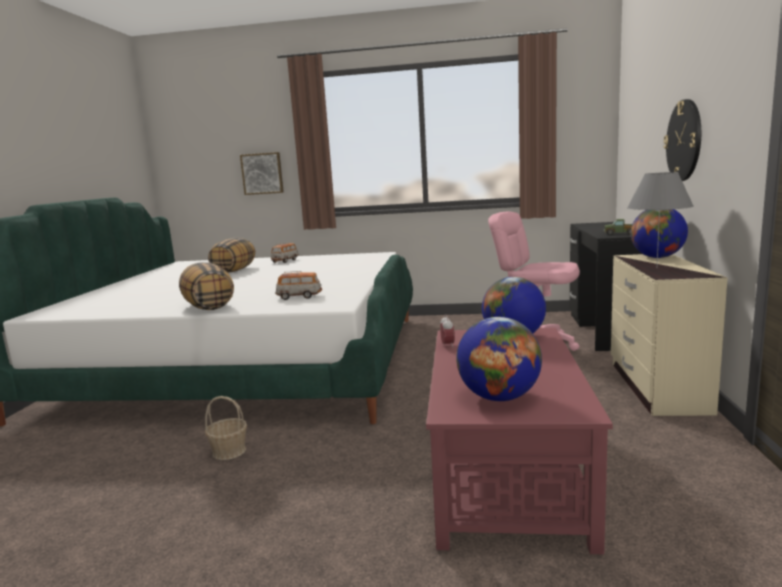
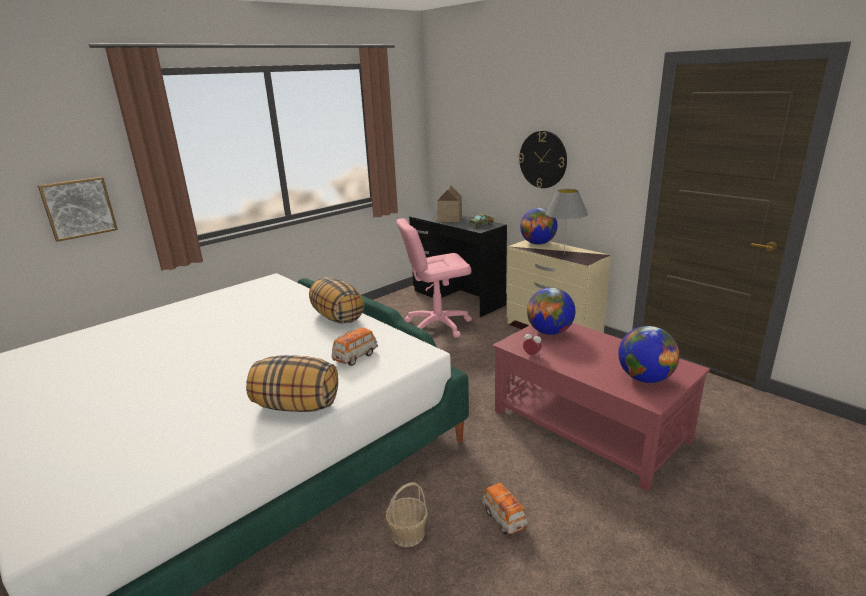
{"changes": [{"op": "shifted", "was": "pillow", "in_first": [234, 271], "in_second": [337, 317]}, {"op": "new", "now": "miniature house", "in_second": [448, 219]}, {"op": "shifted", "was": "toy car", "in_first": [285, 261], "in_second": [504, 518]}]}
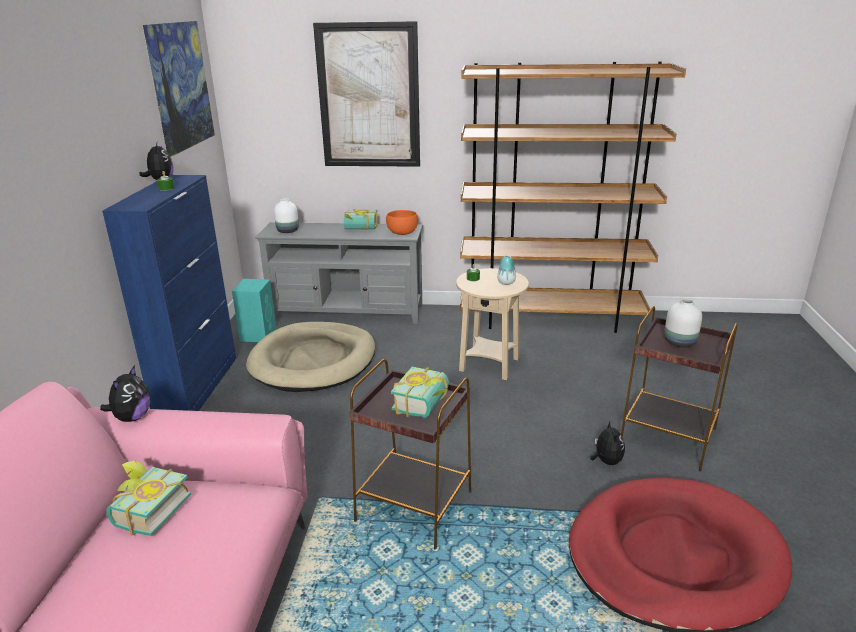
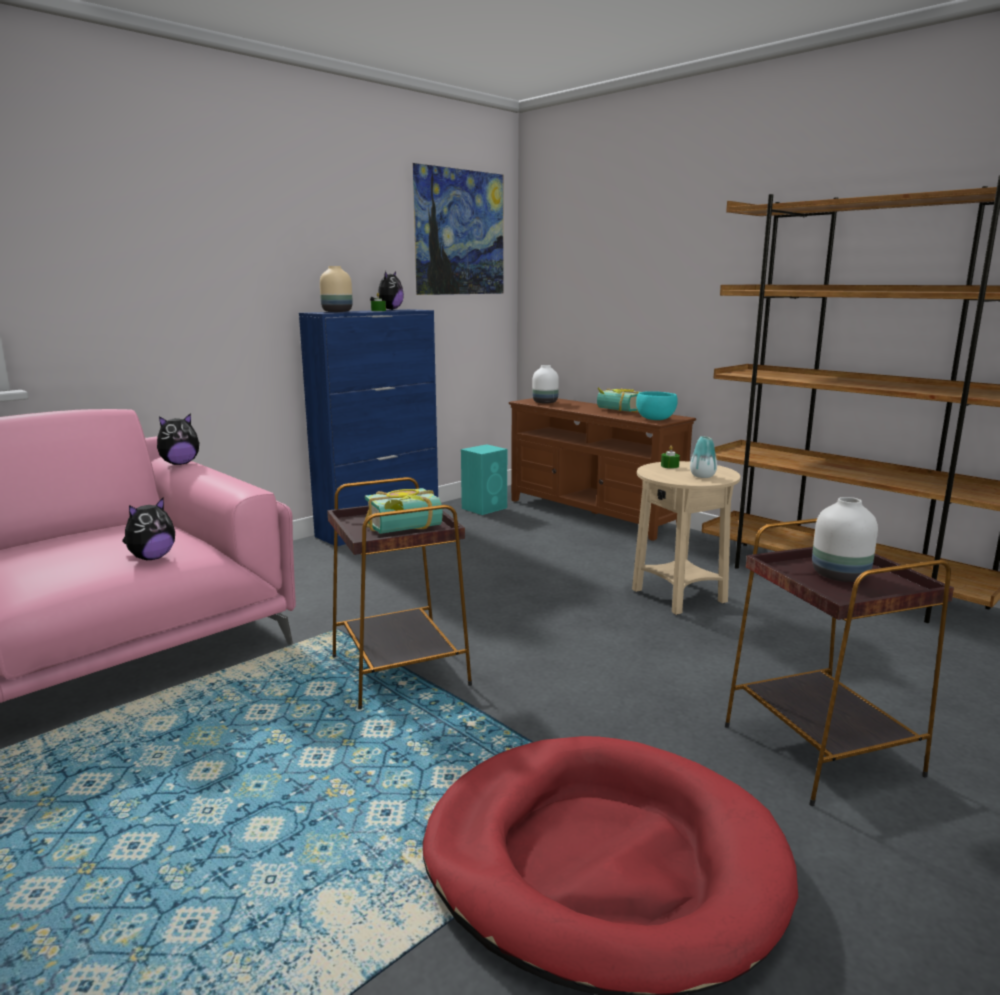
{"changes": [{"op": "shifted", "was": "soft toy", "in_first": [606, 461], "in_second": [151, 558]}, {"op": "new", "now": "sand-coloured vase", "in_second": [338, 312]}, {"op": "repainted", "was": "grey tv stand", "now": "brown-coloured tv stand", "in_first": [347, 312], "in_second": [593, 514]}, {"op": "repainted", "was": "orange-coloured deep dish", "now": "turquoise deep dish", "in_first": [402, 233], "in_second": [655, 419]}, {"op": "gone", "was": "book", "in_first": [147, 511]}, {"op": "gone", "was": "sand-coloured pet bed", "in_first": [313, 361]}, {"op": "gone", "was": "wall art", "in_first": [369, 97]}]}
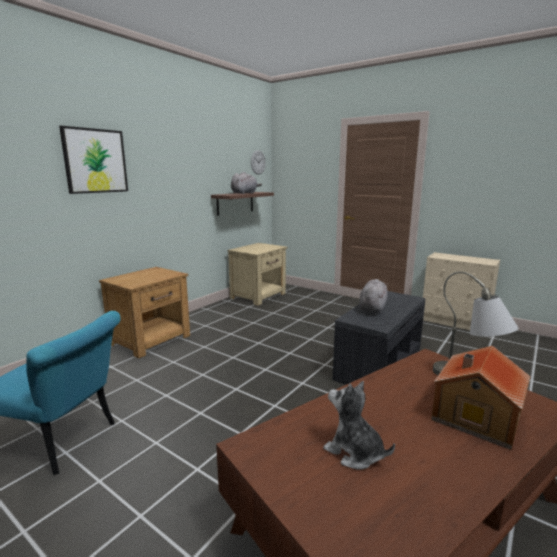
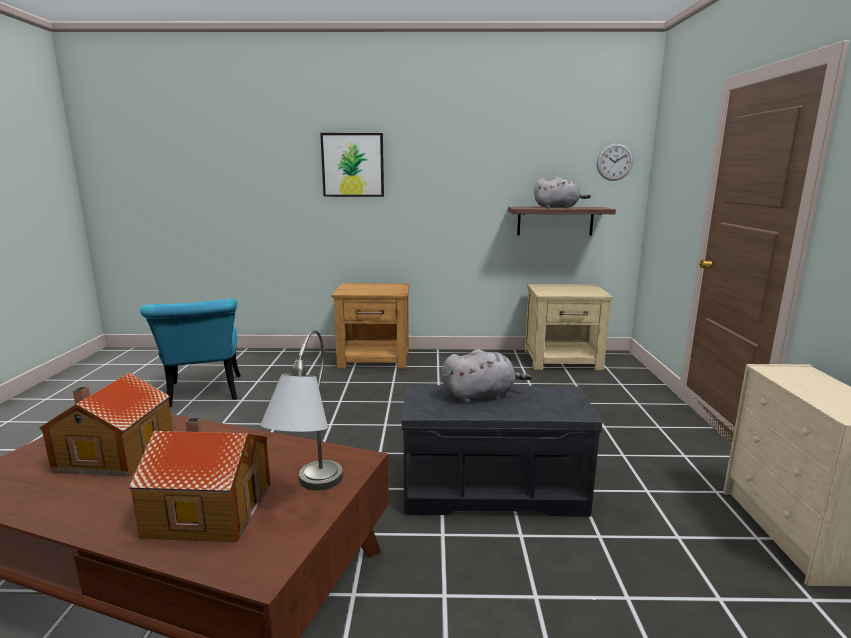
{"changes": [{"op": "swapped", "was": "soft toy", "now": "miniature house", "in_first": [354, 452], "in_second": [113, 454]}]}
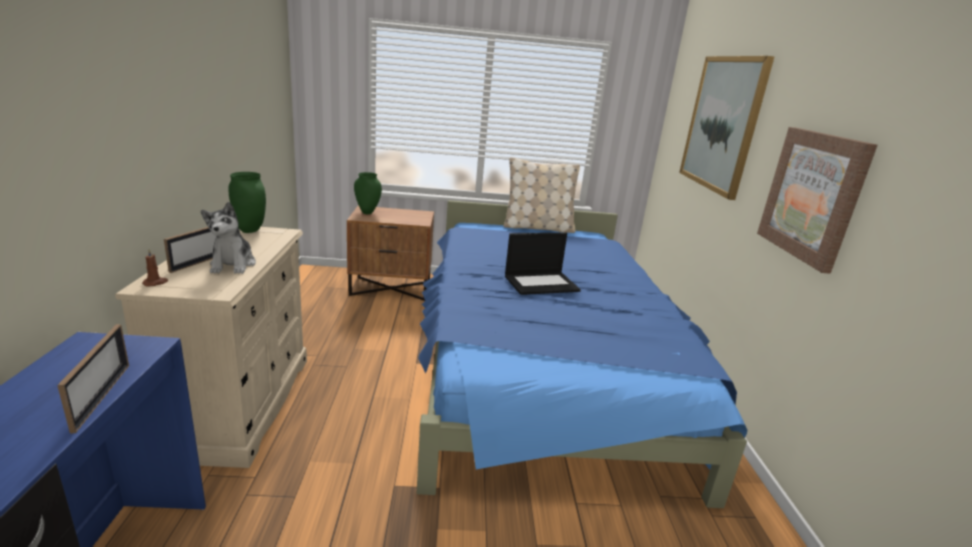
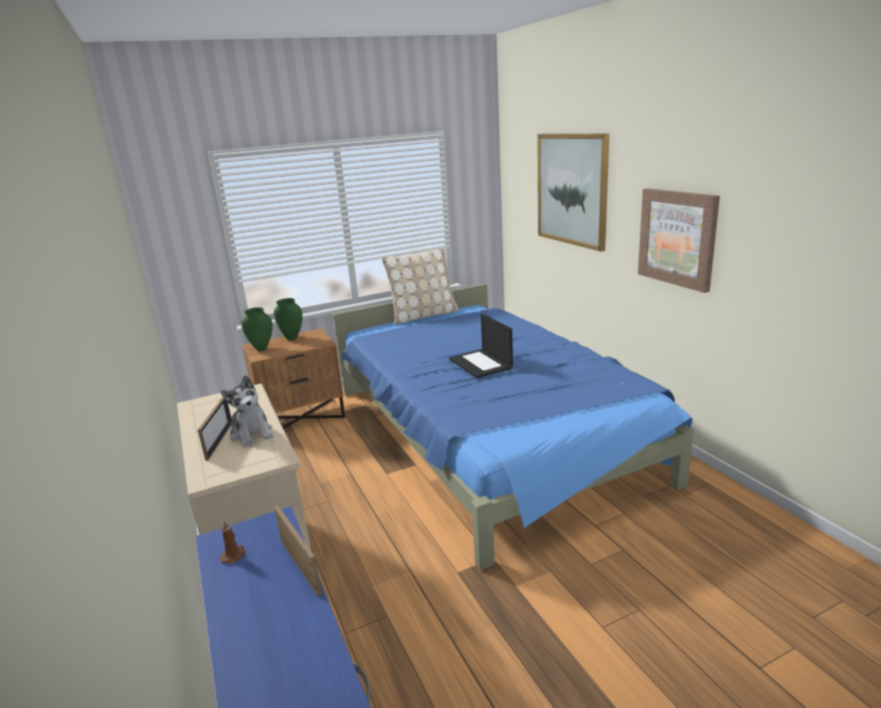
{"changes": [{"op": "shifted", "was": "brown-coloured wax light", "in_first": [155, 283], "in_second": [234, 555]}, {"op": "shifted", "was": "greenish vase", "in_first": [251, 230], "in_second": [292, 338]}, {"op": "rotated", "was": "laptop", "in_first": [541, 283], "in_second": [481, 363], "clockwise": 105}]}
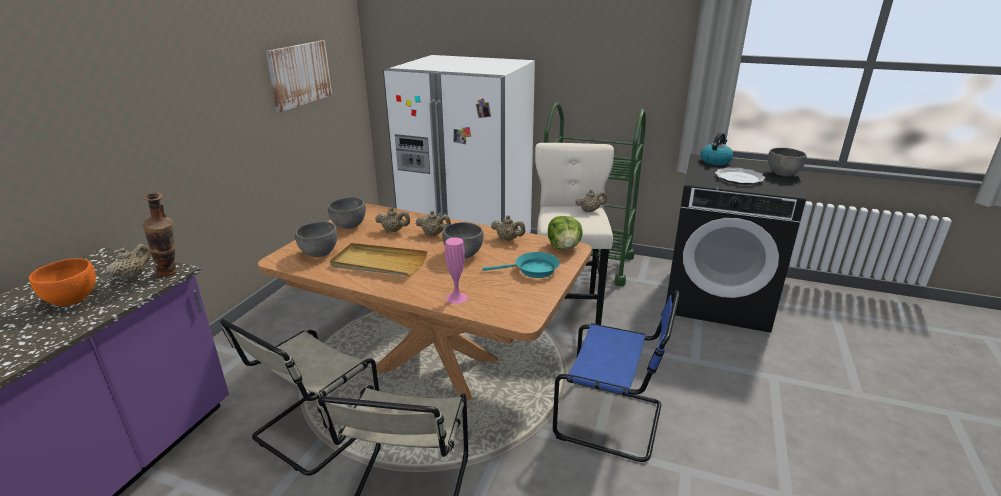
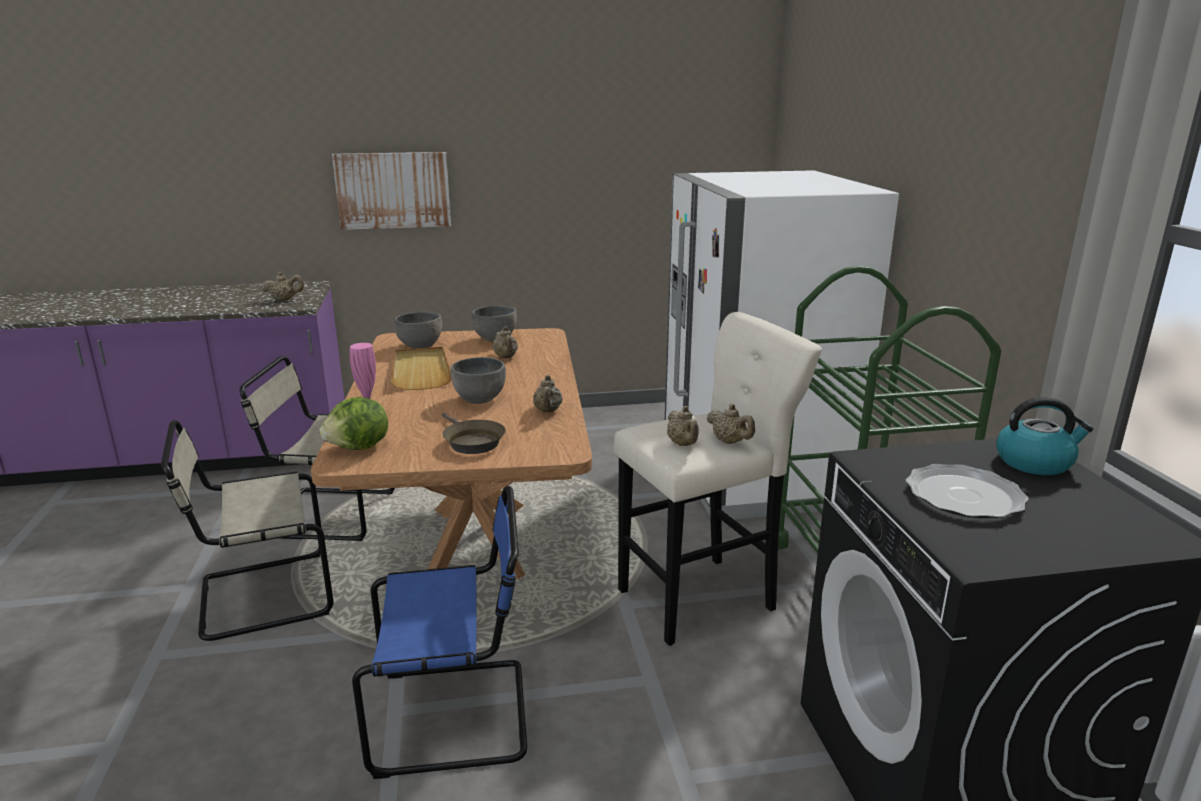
{"changes": [{"op": "shifted", "was": "head of lettuce", "in_first": [564, 247], "in_second": [359, 448]}, {"op": "shifted", "was": "wall art", "in_first": [299, 74], "in_second": [393, 190]}, {"op": "rotated", "was": "blue upright chair", "in_first": [613, 420], "in_second": [458, 715], "clockwise": -90}, {"op": "repainted", "was": "turquoise skillet", "now": "brown-coloured skillet", "in_first": [532, 270], "in_second": [471, 442]}, {"op": "shifted", "was": "sand-coloured pot for tea", "in_first": [434, 234], "in_second": [683, 444]}, {"op": "gone", "was": "orange-coloured deep dish", "in_first": [72, 300]}, {"op": "gone", "was": "vase", "in_first": [171, 274]}, {"op": "gone", "was": "grey deep dish", "in_first": [783, 174]}]}
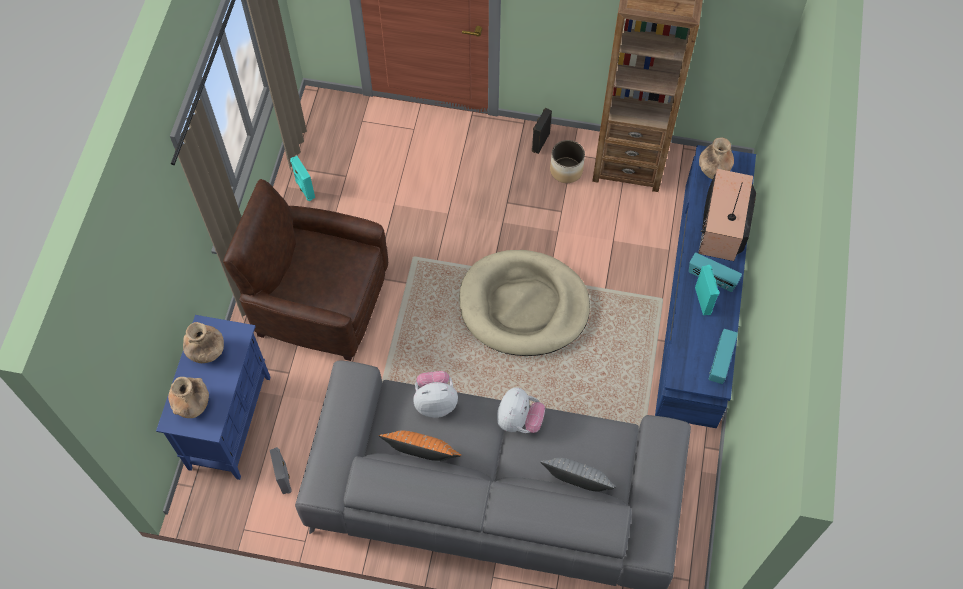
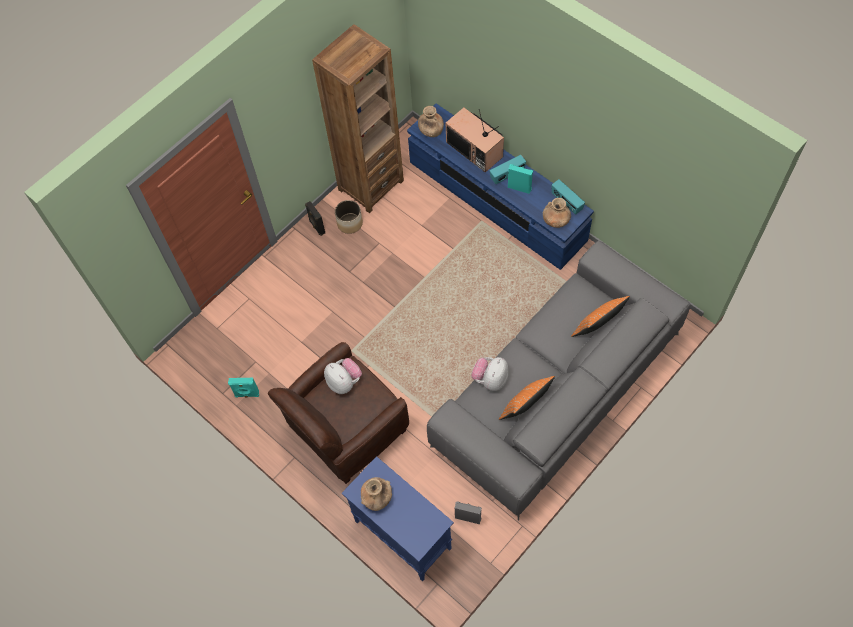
{"changes": [{"op": "shifted", "was": "soft toy", "in_first": [519, 420], "in_second": [344, 382]}, {"op": "shifted", "was": "brown-coloured vase", "in_first": [192, 404], "in_second": [556, 221]}, {"op": "repainted", "was": "grey pillow", "now": "orange-coloured pillow", "in_first": [576, 485], "in_second": [597, 327]}, {"op": "gone", "was": "sand-coloured pet bed", "in_first": [523, 306]}]}
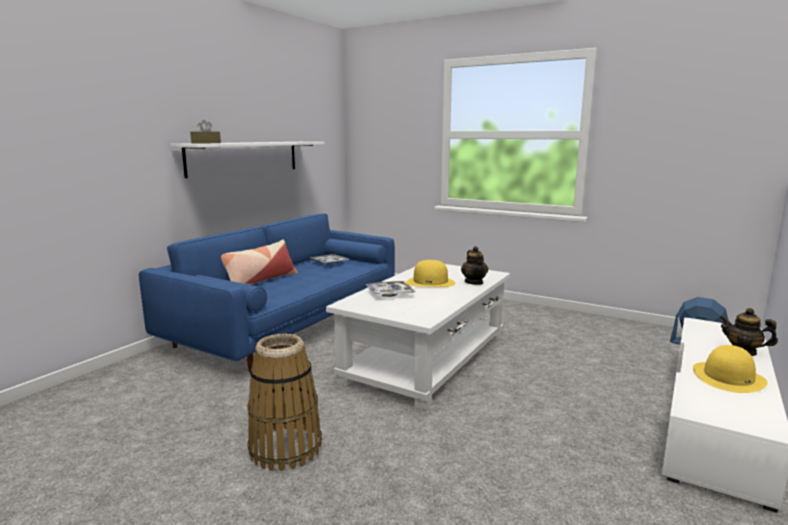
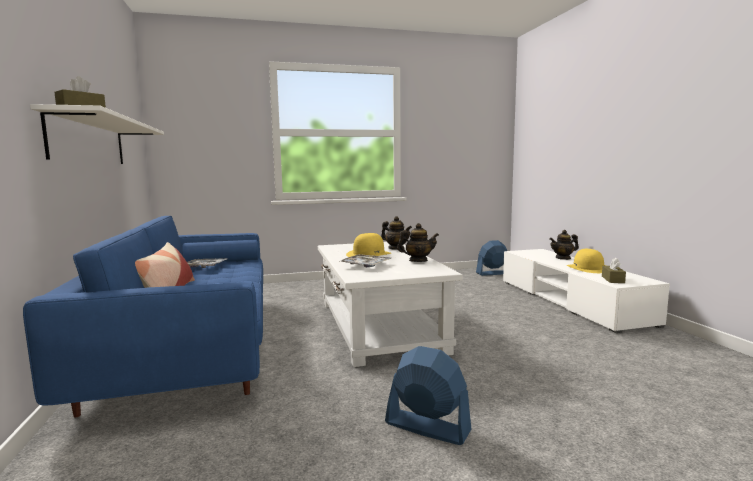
{"changes": [{"op": "swapped", "was": "household basket", "now": "blue electric fan", "in_first": [285, 448], "in_second": [427, 426]}, {"op": "new", "now": "pot for tea", "in_second": [418, 261]}, {"op": "new", "now": "brown-coloured tissue holder", "in_second": [613, 279]}]}
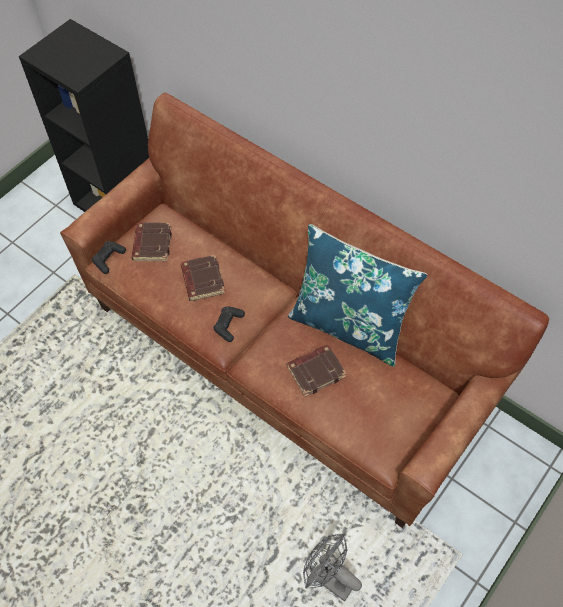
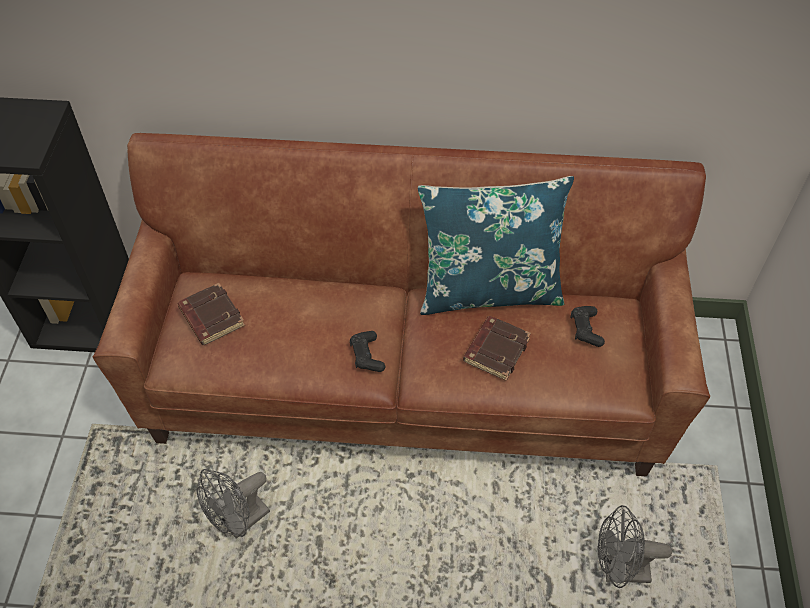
{"changes": [{"op": "new", "now": "grey electric fan", "in_second": [240, 522]}, {"op": "shifted", "was": "black game controller", "in_first": [109, 259], "in_second": [585, 329]}, {"op": "gone", "was": "brown-coloured book", "in_first": [202, 280]}]}
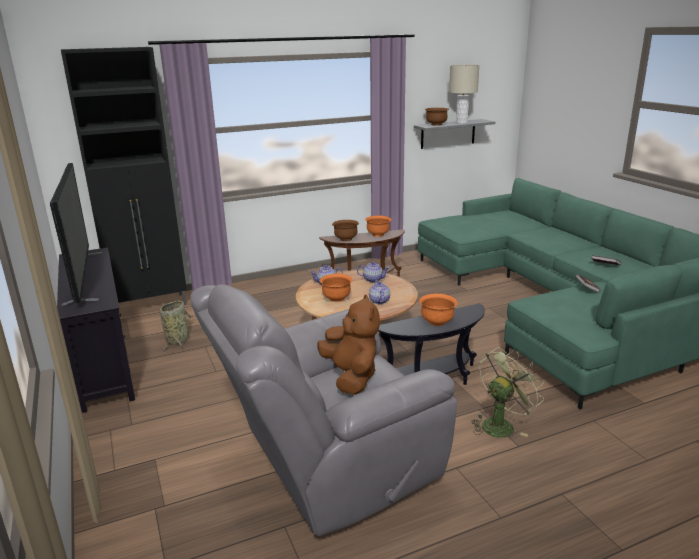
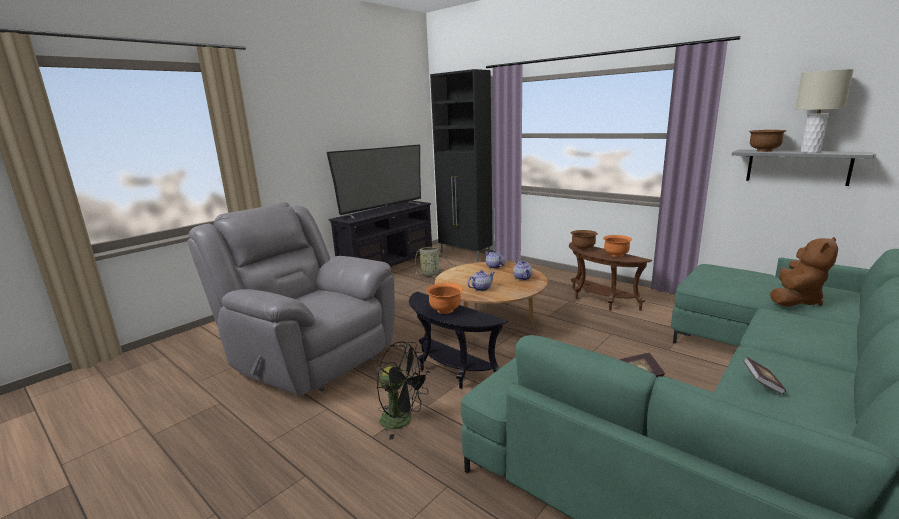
{"changes": [{"op": "repainted", "was": "greenish electric fan", "now": "black electric fan", "in_first": [501, 424], "in_second": [403, 420]}, {"op": "shifted", "was": "brown-coloured soft toy", "in_first": [351, 377], "in_second": [795, 300]}, {"op": "gone", "was": "orange-coloured deep dish", "in_first": [336, 298]}]}
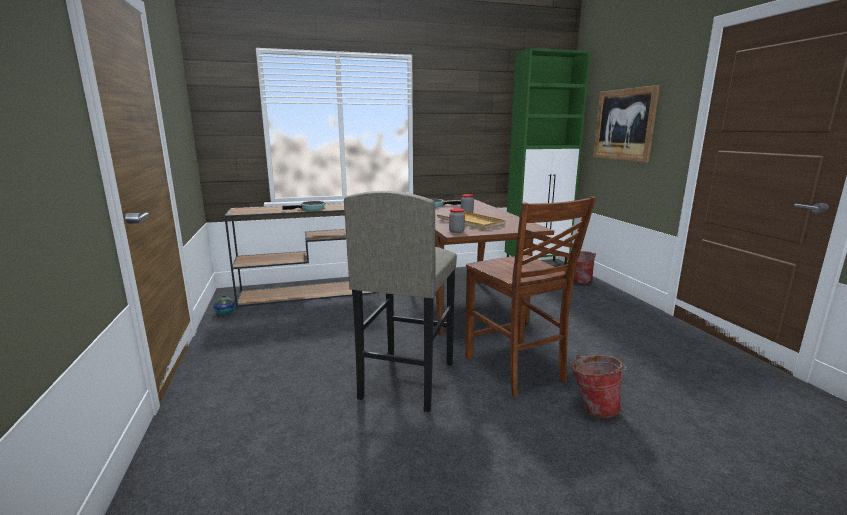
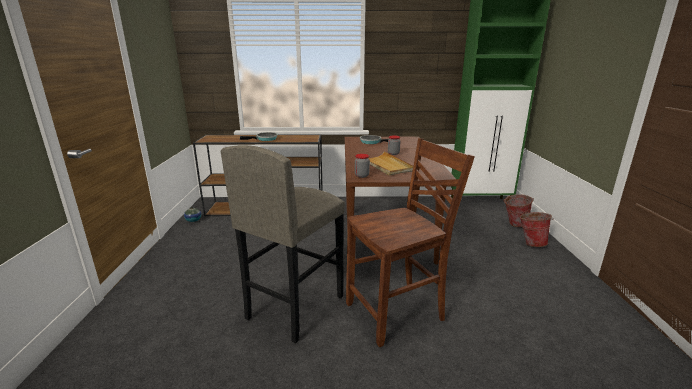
{"changes": [{"op": "rotated", "was": "brown-coloured upright chair", "in_first": [516, 369], "in_second": [397, 313], "clockwise": -105}, {"op": "shifted", "was": "pail", "in_first": [593, 408], "in_second": [531, 243]}, {"op": "gone", "was": "wall art", "in_first": [624, 124]}]}
